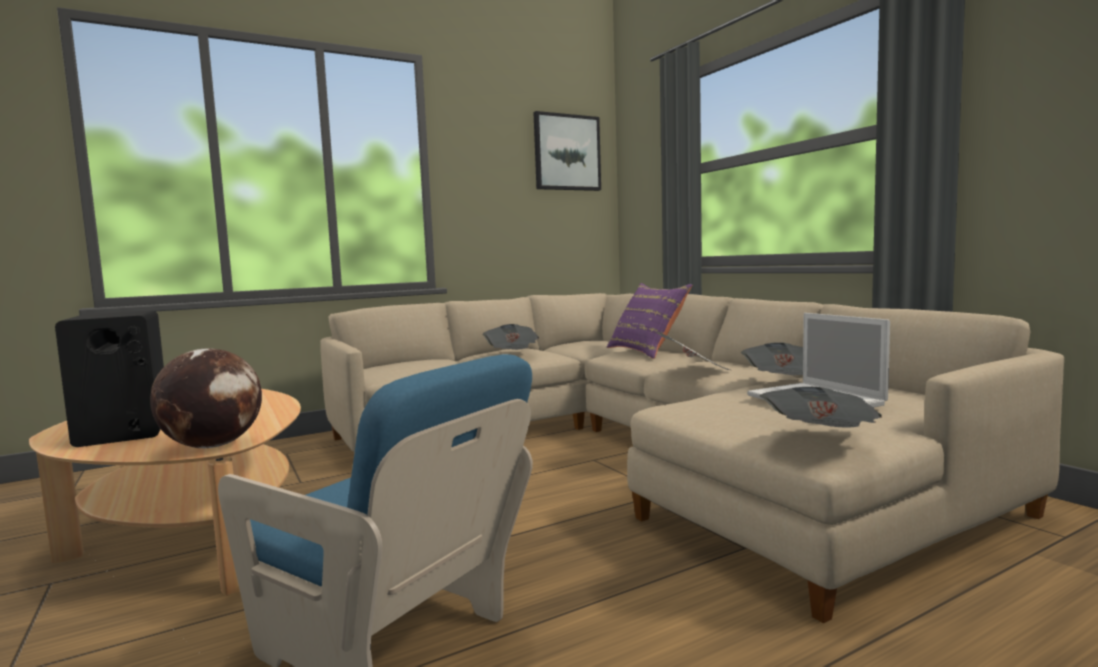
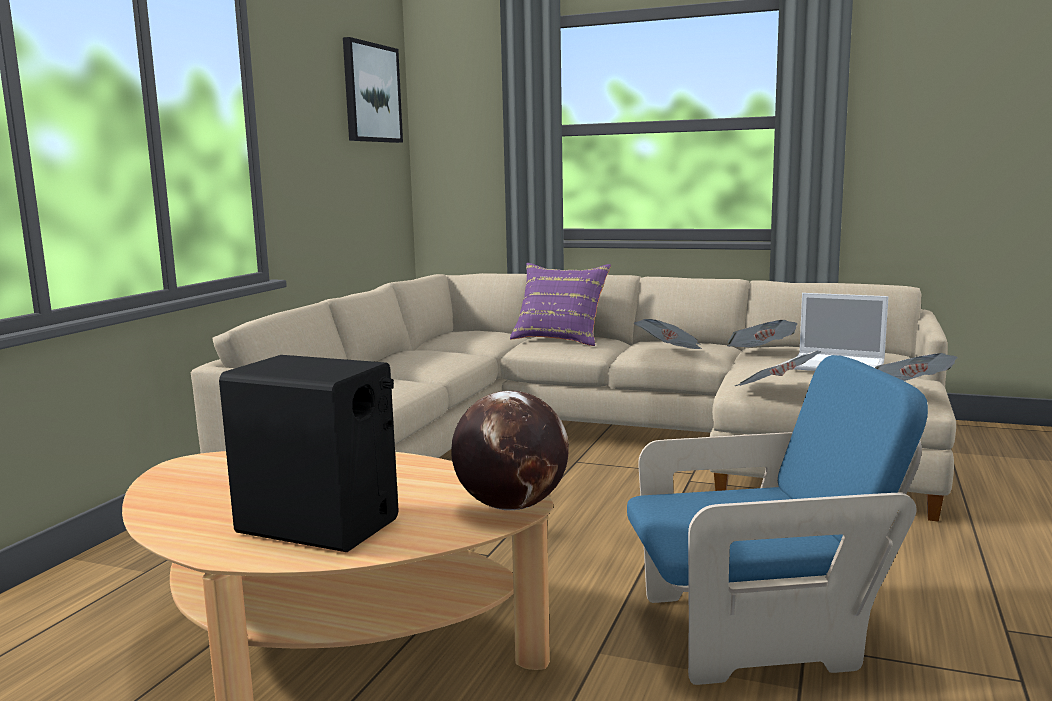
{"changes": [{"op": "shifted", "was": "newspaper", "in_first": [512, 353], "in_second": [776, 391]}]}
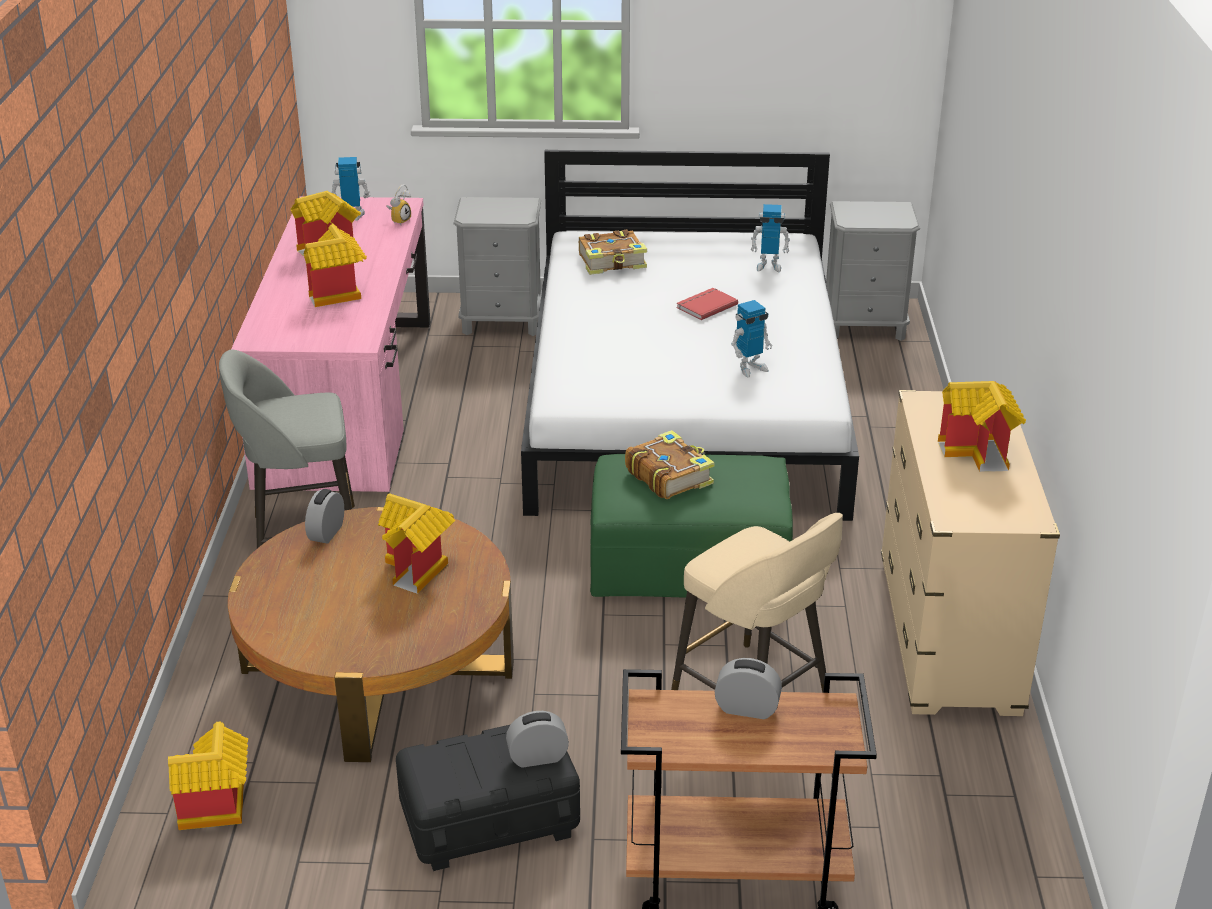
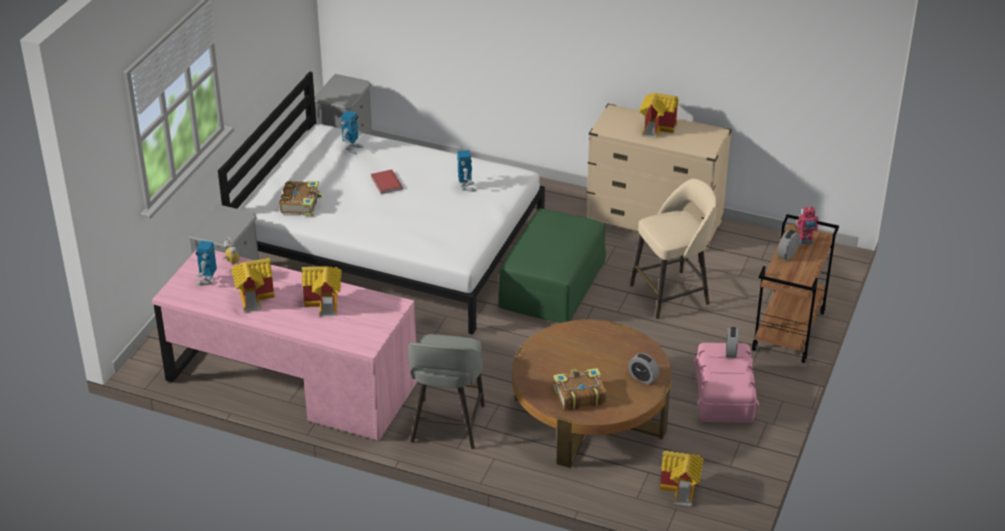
{"changes": [{"op": "shifted", "was": "book", "in_first": [669, 476], "in_second": [579, 395]}, {"op": "shifted", "was": "bedside clock", "in_first": [326, 533], "in_second": [643, 378]}, {"op": "repainted", "was": "black storage bin", "now": "pink-coloured storage bin", "in_first": [489, 819], "in_second": [724, 397]}, {"op": "new", "now": "model robot", "in_second": [805, 241]}, {"op": "gone", "was": "miniature house", "in_first": [419, 570]}]}
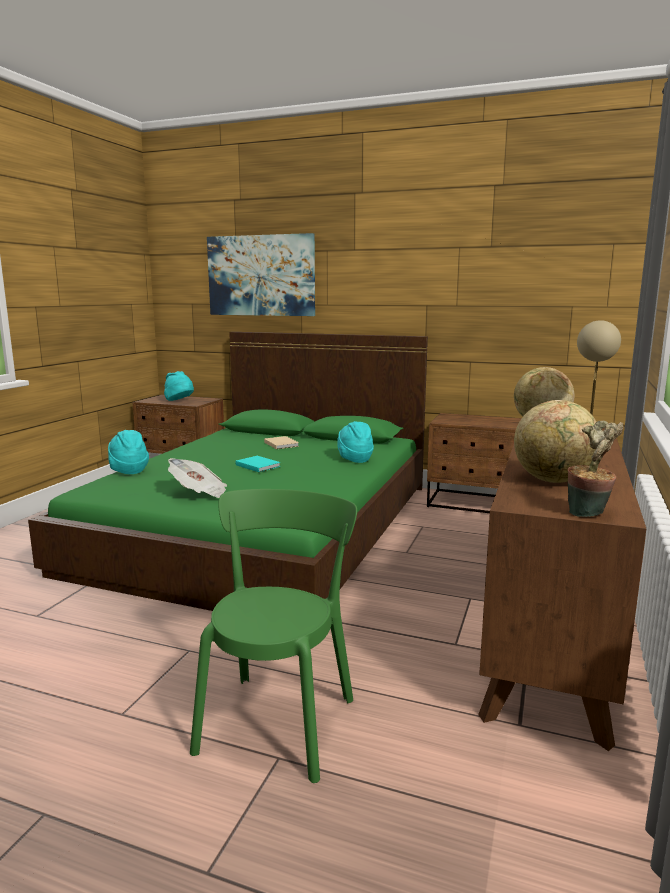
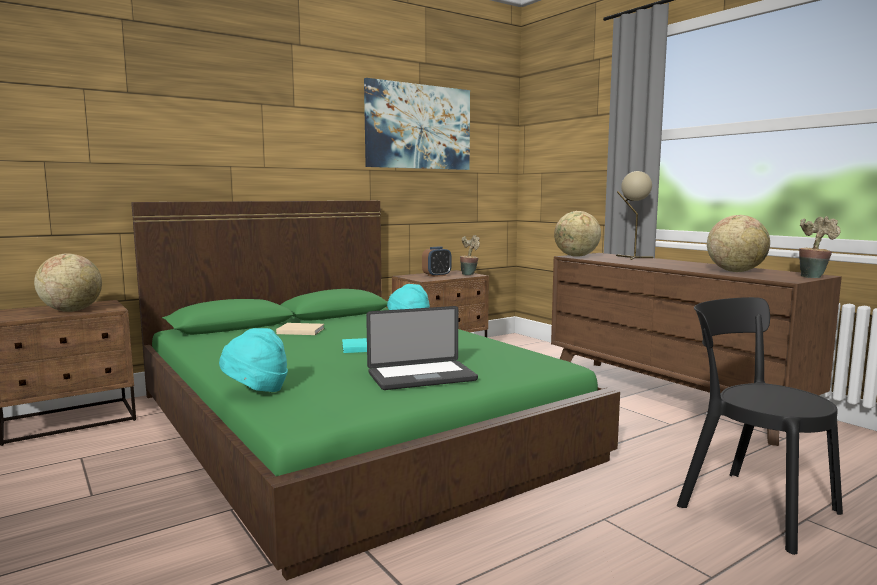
{"changes": [{"op": "swapped", "was": "turquoise wearable hat", "now": "globe", "in_first": [180, 401], "in_second": [71, 310]}, {"op": "shifted", "was": "wall art", "in_first": [261, 275], "in_second": [418, 127]}, {"op": "swapped", "was": "newspaper", "now": "laptop", "in_first": [199, 493], "in_second": [422, 377]}, {"op": "new", "now": "bedside clock", "in_second": [436, 275]}, {"op": "new", "now": "houseplant", "in_second": [469, 274]}, {"op": "repainted", "was": "greenish upright chair", "now": "black upright chair", "in_first": [279, 719], "in_second": [750, 506]}]}
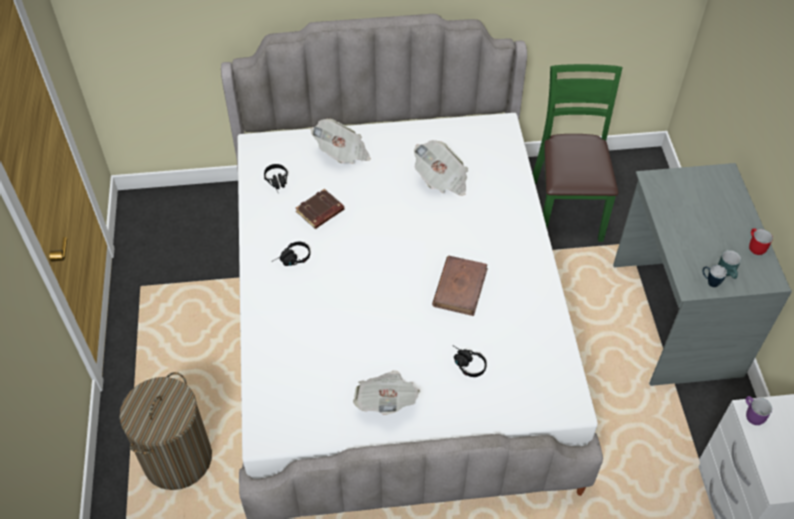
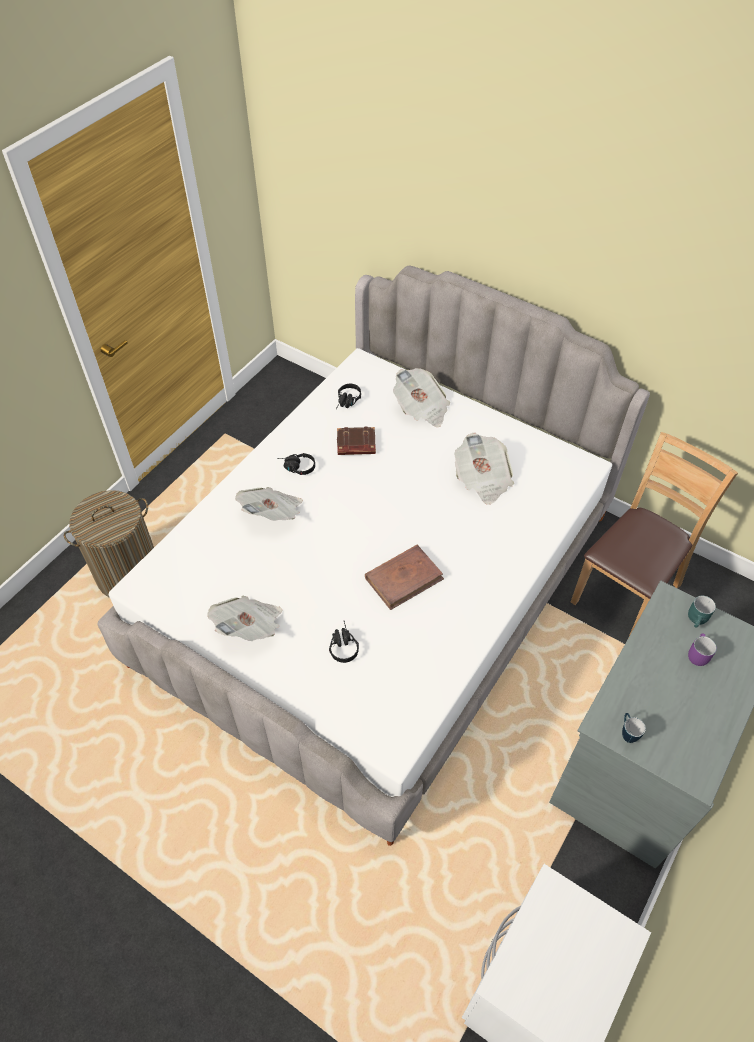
{"changes": [{"op": "new", "now": "newspaper", "in_second": [273, 514]}, {"op": "repainted", "was": "greenish upright chair", "now": "brown-coloured upright chair", "in_first": [567, 209], "in_second": [625, 591]}, {"op": "shifted", "was": "turquoise coffee mug", "in_first": [728, 272], "in_second": [698, 620]}, {"op": "shifted", "was": "purple-coloured coffee mug", "in_first": [751, 415], "in_second": [696, 654]}, {"op": "gone", "was": "red-coloured coffee mug", "in_first": [754, 246]}]}
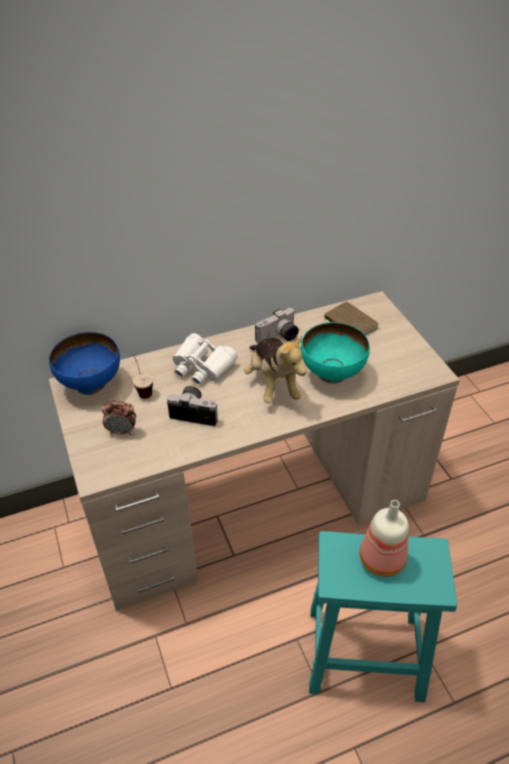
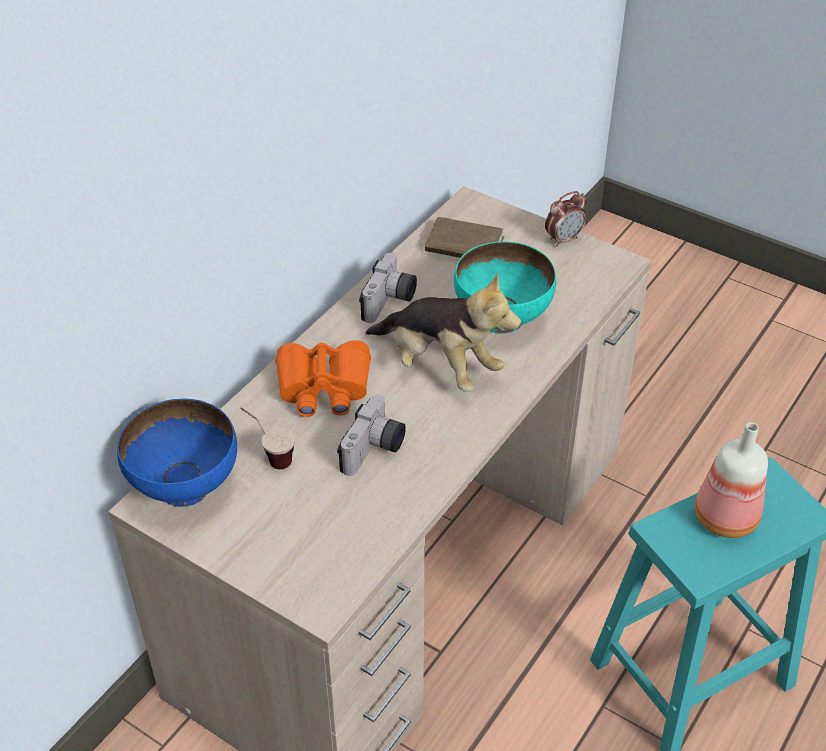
{"changes": [{"op": "repainted", "was": "white-coloured field glasses", "now": "orange-coloured field glasses", "in_first": [202, 366], "in_second": [323, 387]}, {"op": "rotated", "was": "still camera", "in_first": [195, 412], "in_second": [375, 451], "clockwise": 135}, {"op": "shifted", "was": "bedside clock", "in_first": [122, 431], "in_second": [564, 239]}]}
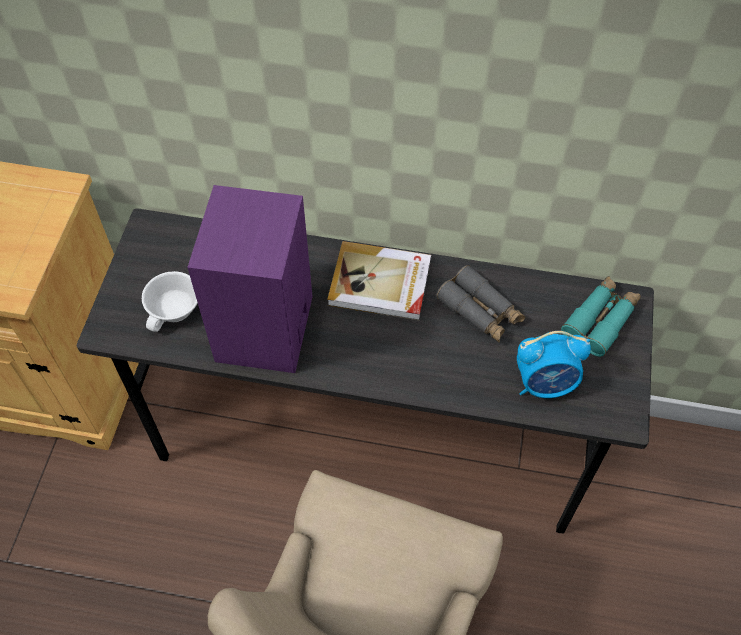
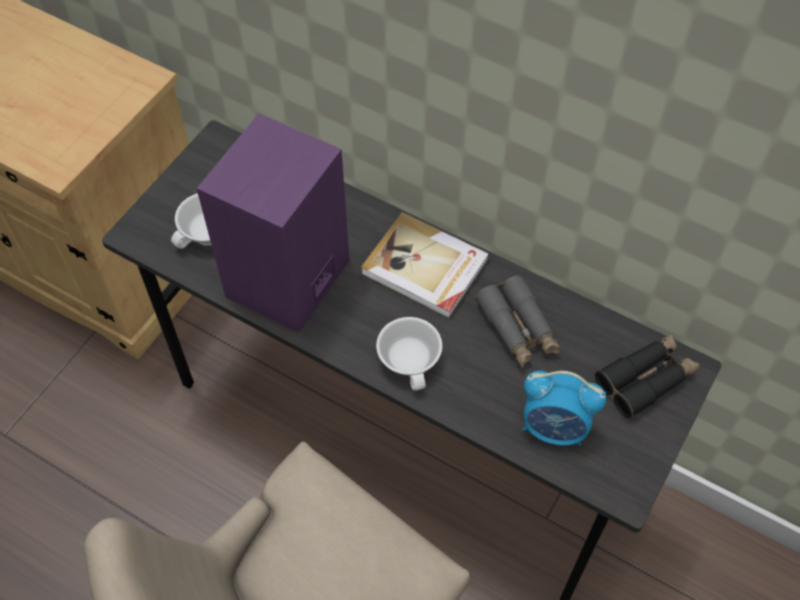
{"changes": [{"op": "new", "now": "white-coloured cup", "in_second": [412, 360]}, {"op": "repainted", "was": "turquoise field glasses", "now": "black field glasses", "in_first": [600, 320], "in_second": [646, 379]}]}
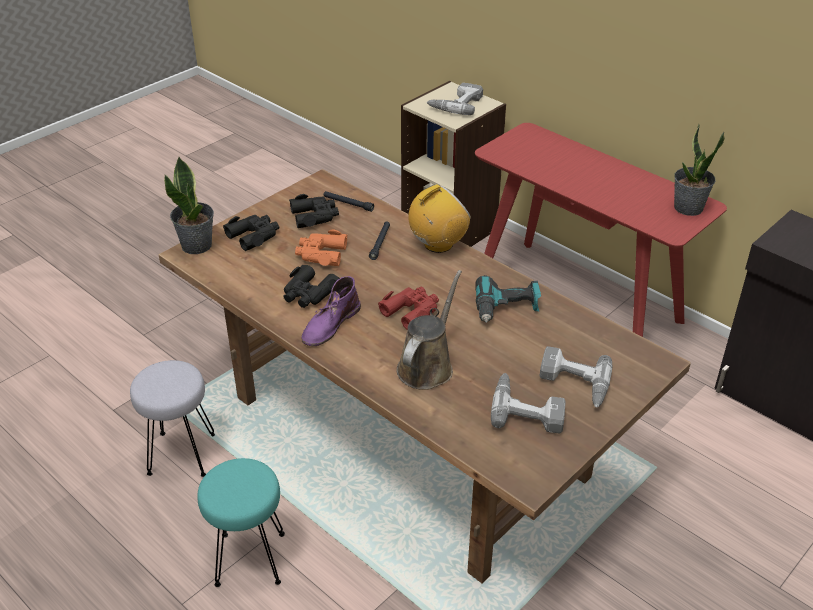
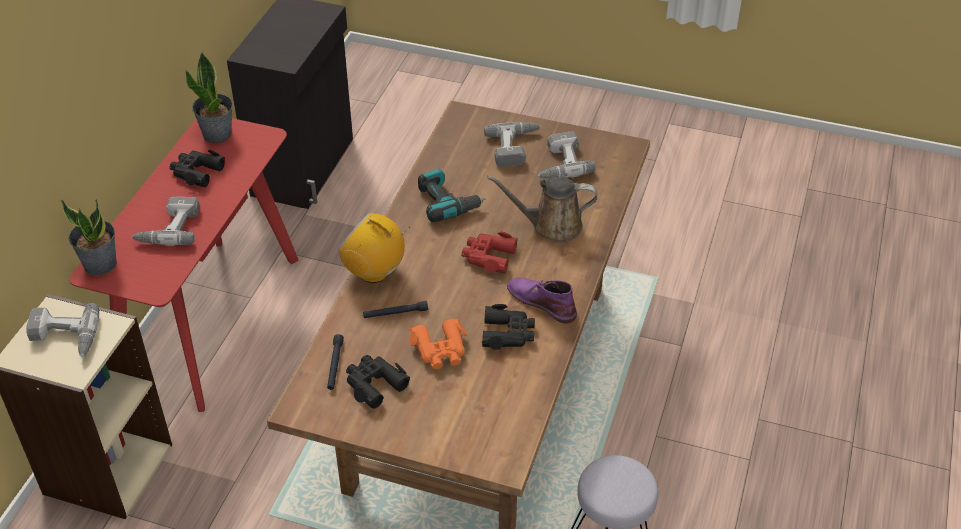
{"changes": [{"op": "shifted", "was": "houseplant", "in_first": [197, 245], "in_second": [100, 264]}, {"op": "new", "now": "power drill", "in_second": [169, 228]}, {"op": "shifted", "was": "black field glasses", "in_first": [254, 236], "in_second": [196, 172]}, {"op": "rotated", "was": "purple-coloured high-top boot", "in_first": [330, 324], "in_second": [541, 301], "clockwise": -150}, {"op": "gone", "was": "turquoise sitting stool", "in_first": [249, 558]}]}
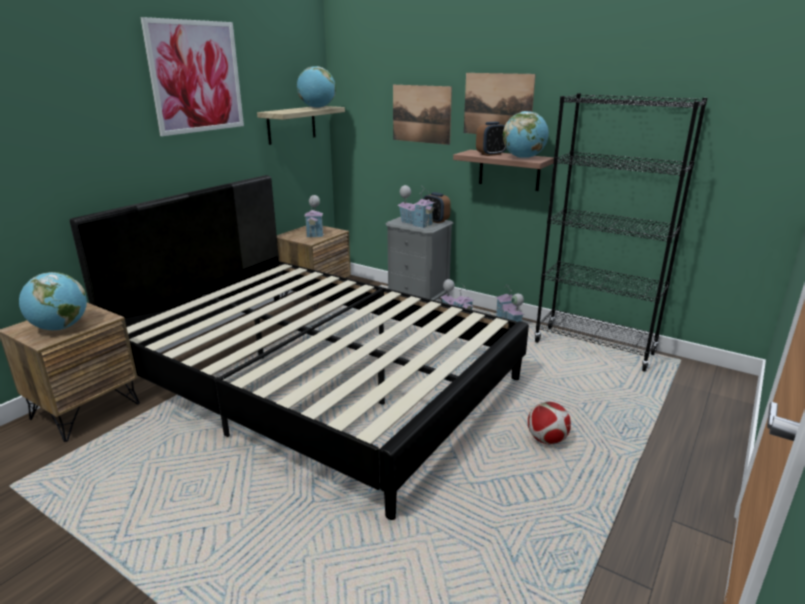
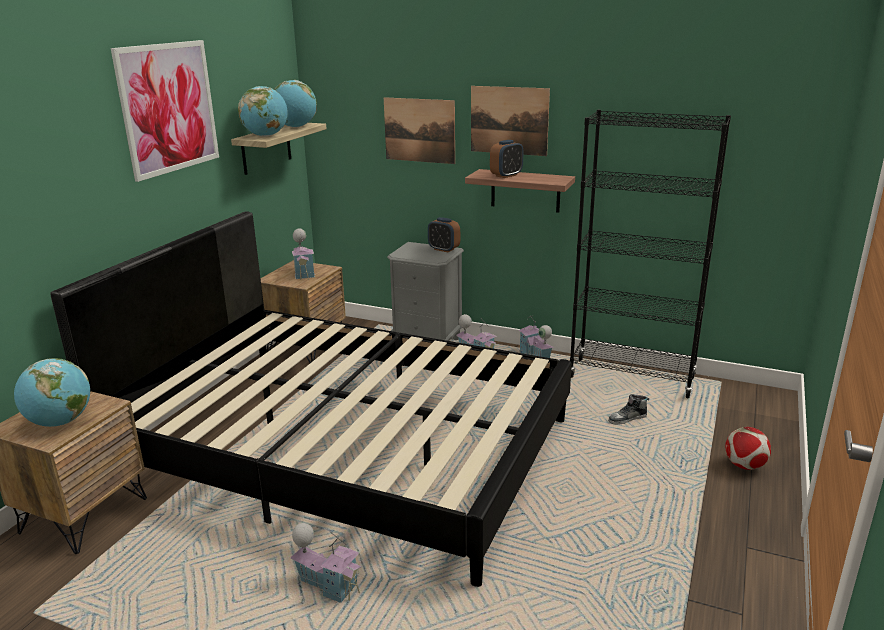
{"changes": [{"op": "shifted", "was": "globe", "in_first": [523, 158], "in_second": [266, 136]}, {"op": "shifted", "was": "miniature house", "in_first": [416, 224], "in_second": [329, 585]}, {"op": "new", "now": "item of footwear", "in_second": [627, 419]}, {"op": "shifted", "was": "football ball", "in_first": [547, 440], "in_second": [744, 466]}]}
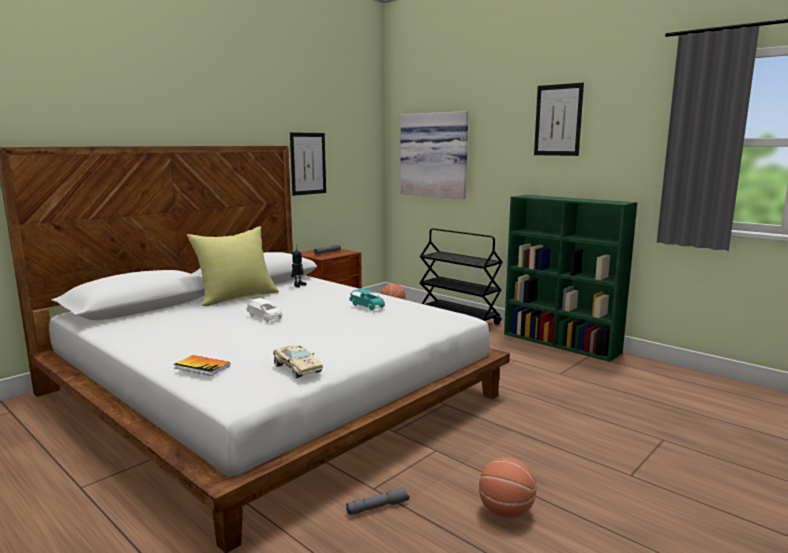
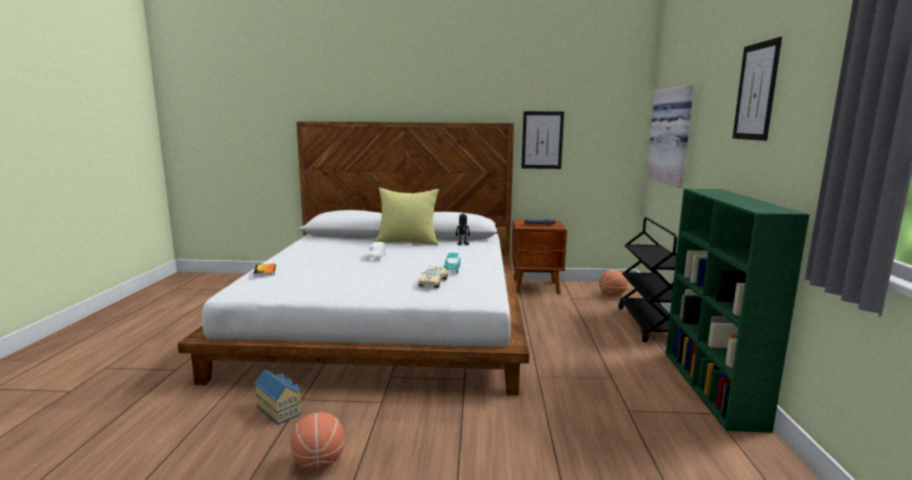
{"changes": [{"op": "swapped", "was": "grey torch", "now": "miniature house", "in_first": [378, 506], "in_second": [280, 409]}, {"op": "shifted", "was": "sand-coloured toy car", "in_first": [297, 368], "in_second": [433, 282]}]}
